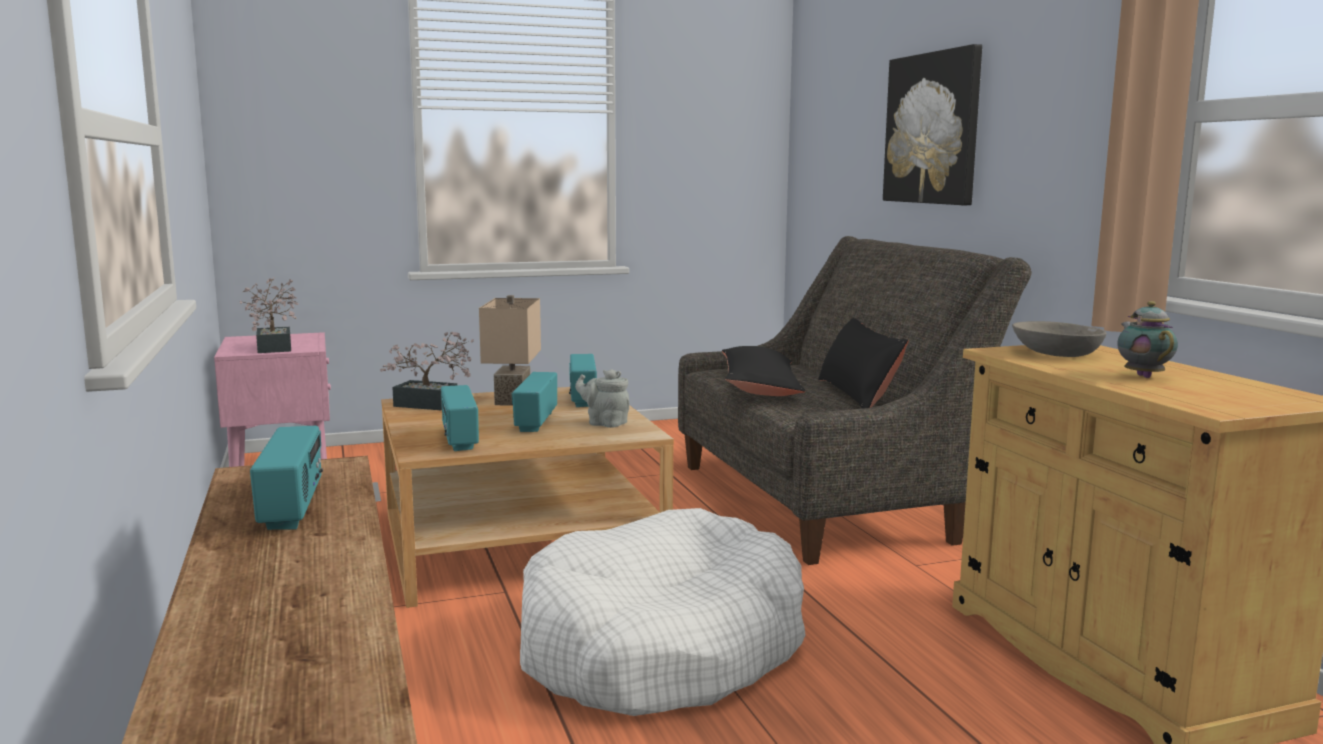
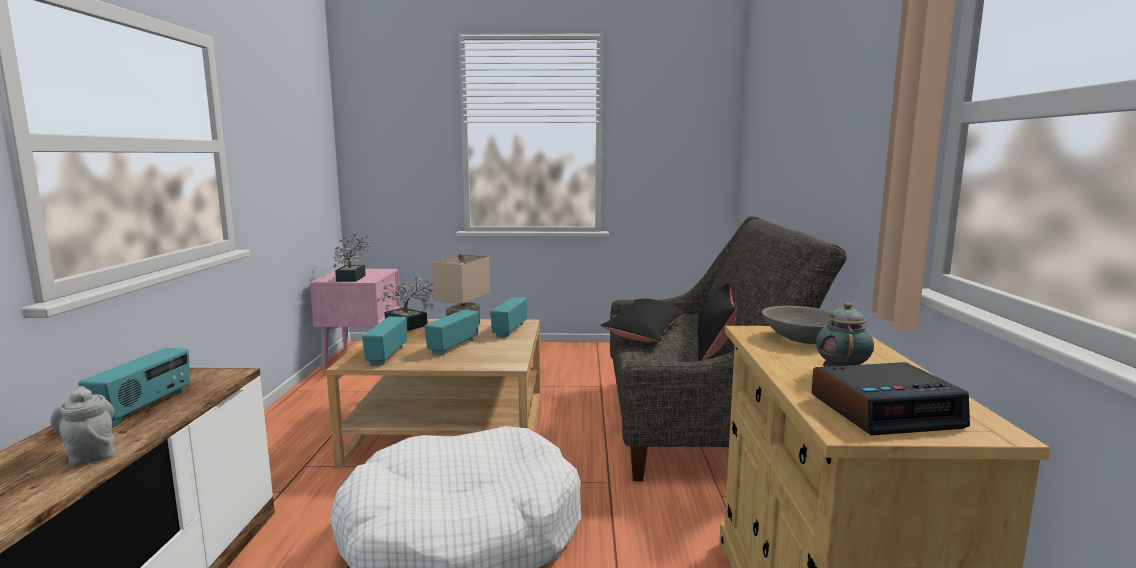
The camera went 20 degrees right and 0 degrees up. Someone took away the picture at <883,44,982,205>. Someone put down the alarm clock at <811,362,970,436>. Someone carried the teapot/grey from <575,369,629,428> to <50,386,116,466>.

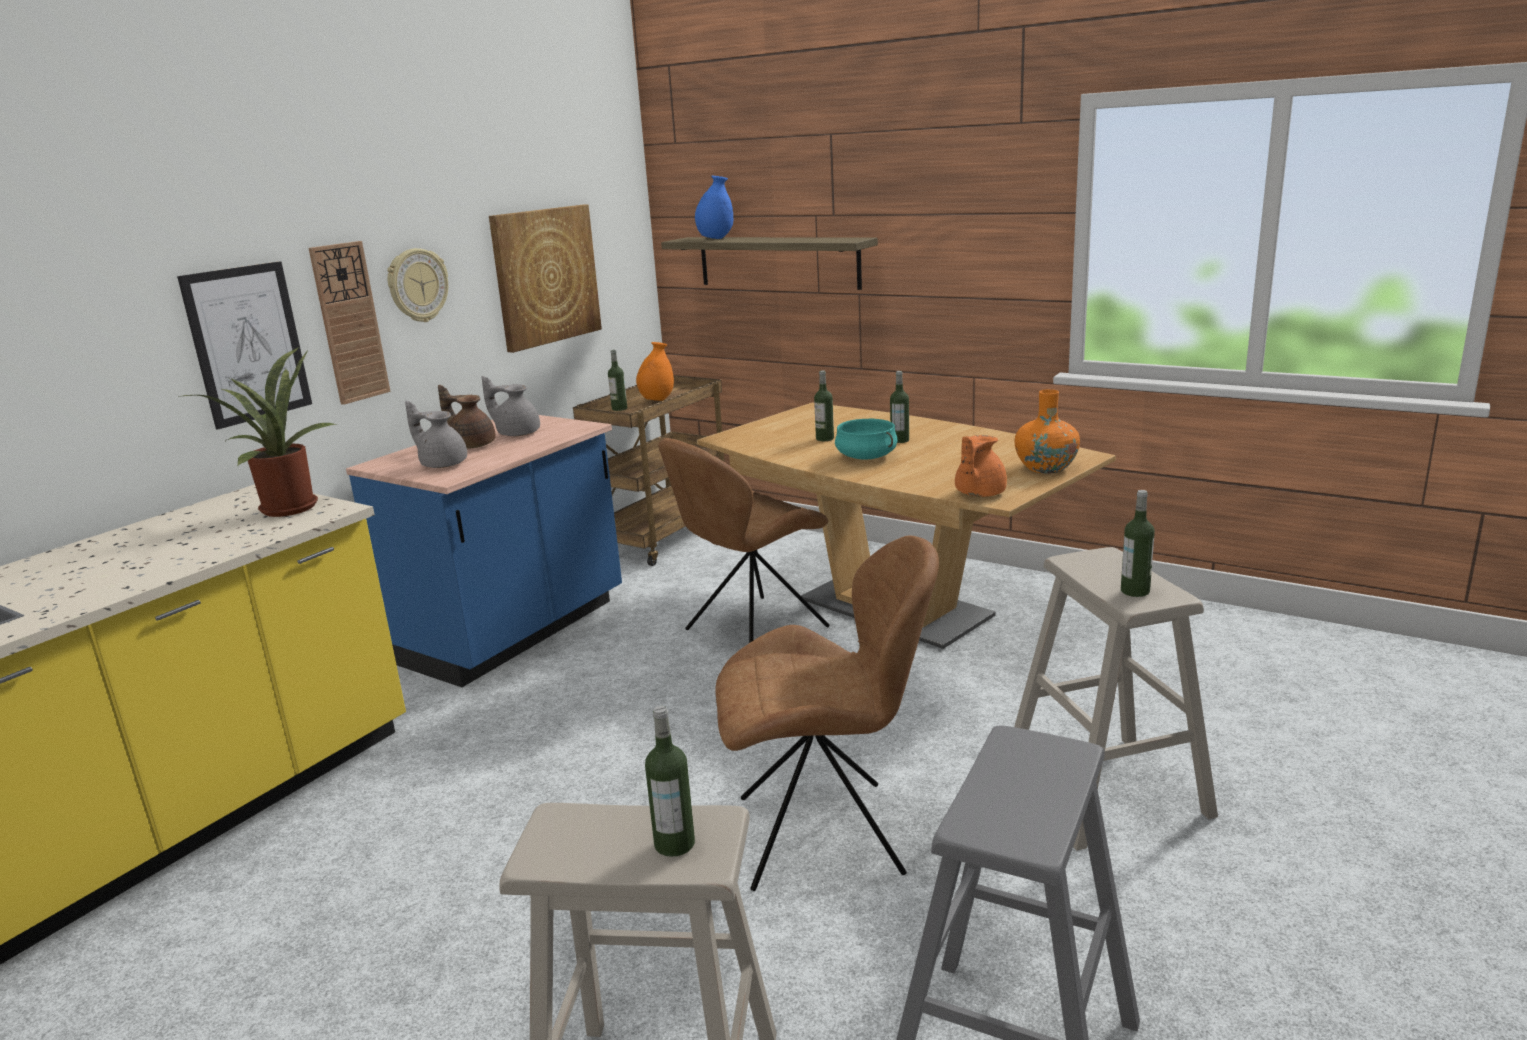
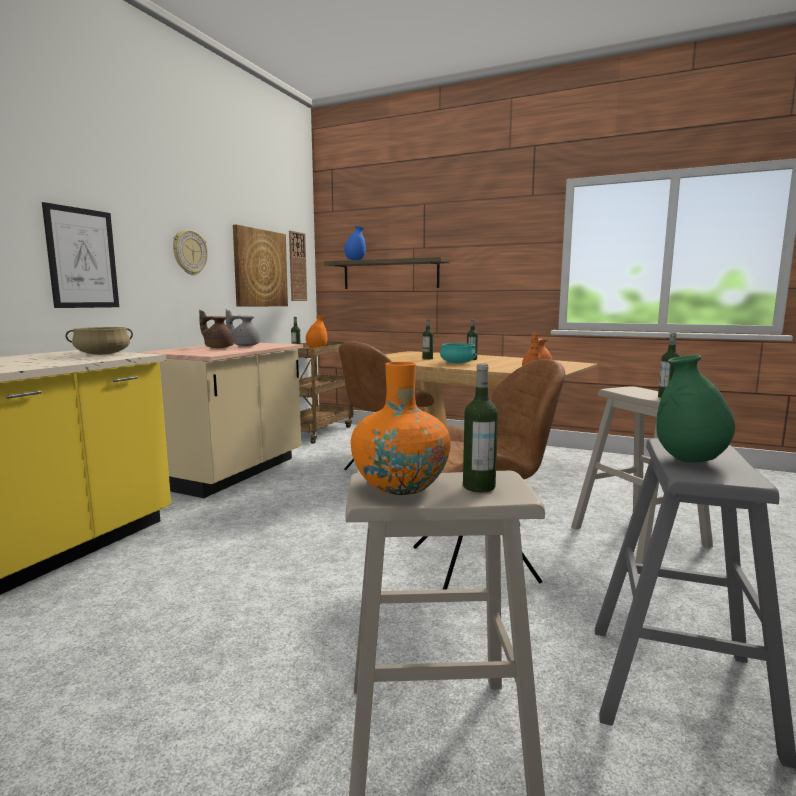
The camera went 10 degrees left and 10 degrees down. Someone took away the teapot/grey at <405,401,467,468>. Someone put down the vase/green at <656,355,735,463>. Someone carried the wall clock from <309,241,391,405> to <289,231,307,301>. Someone carried the vase/orange from <1015,389,1080,473> to <351,362,451,495>. Someone swapped the potted plant at <178,347,337,517> for the cooking pot/beige at <66,327,133,355>. Someone repainted the counter/blue at <346,415,622,687>, which became the counter/beige at <137,343,303,498>.

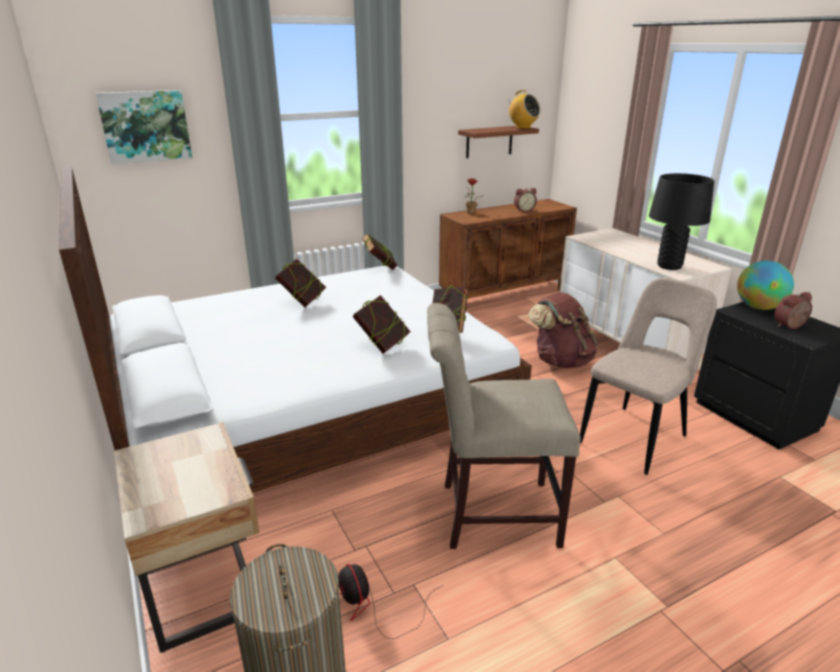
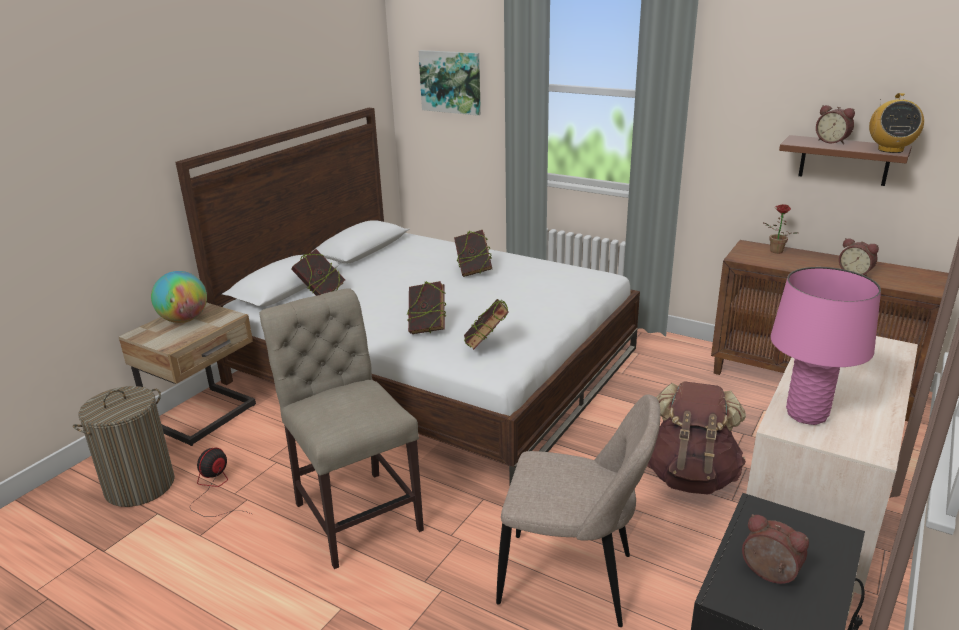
The camera went 60 degrees right and 0 degrees up. Someone put down the alarm clock at <816,105,855,144>. Someone carried the book from <362,233,398,270> to <291,249,345,296>. Someone carried the globe from <737,261,794,310> to <151,271,207,323>. Someone repainted the table lamp/black at <649,173,714,270>, which became the table lamp/pink at <770,267,881,425>.

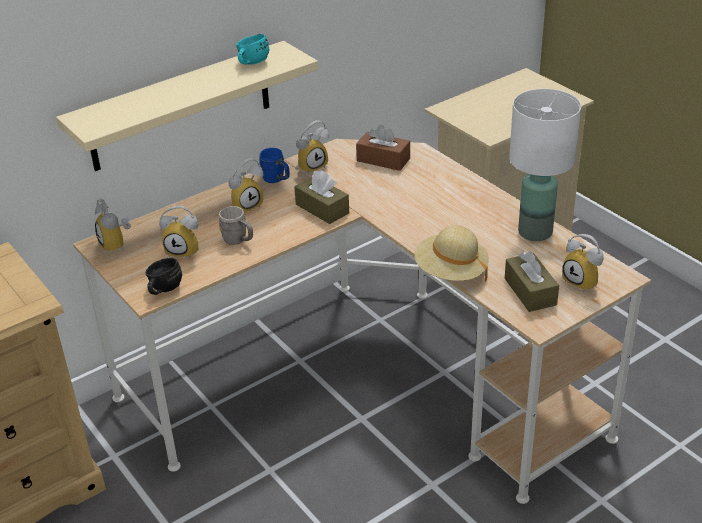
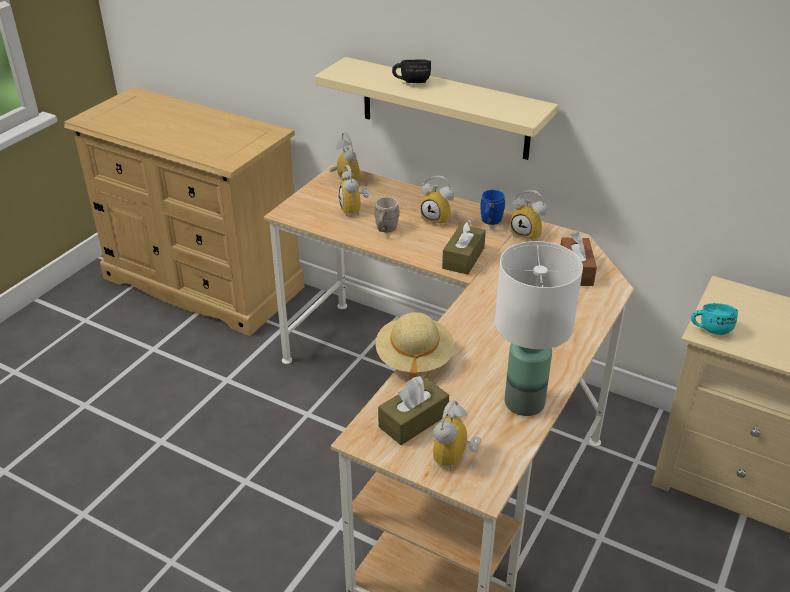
The camera went 65 degrees right and 0 degrees up. Someone carried the mug/black from <145,257,182,295> to <392,59,431,83>. Someone carried the mug/turquoise from <236,34,269,64> to <691,303,738,335>. Someone rotated the alarm clock at <95,198,131,254> by 120 degrees clockwise.

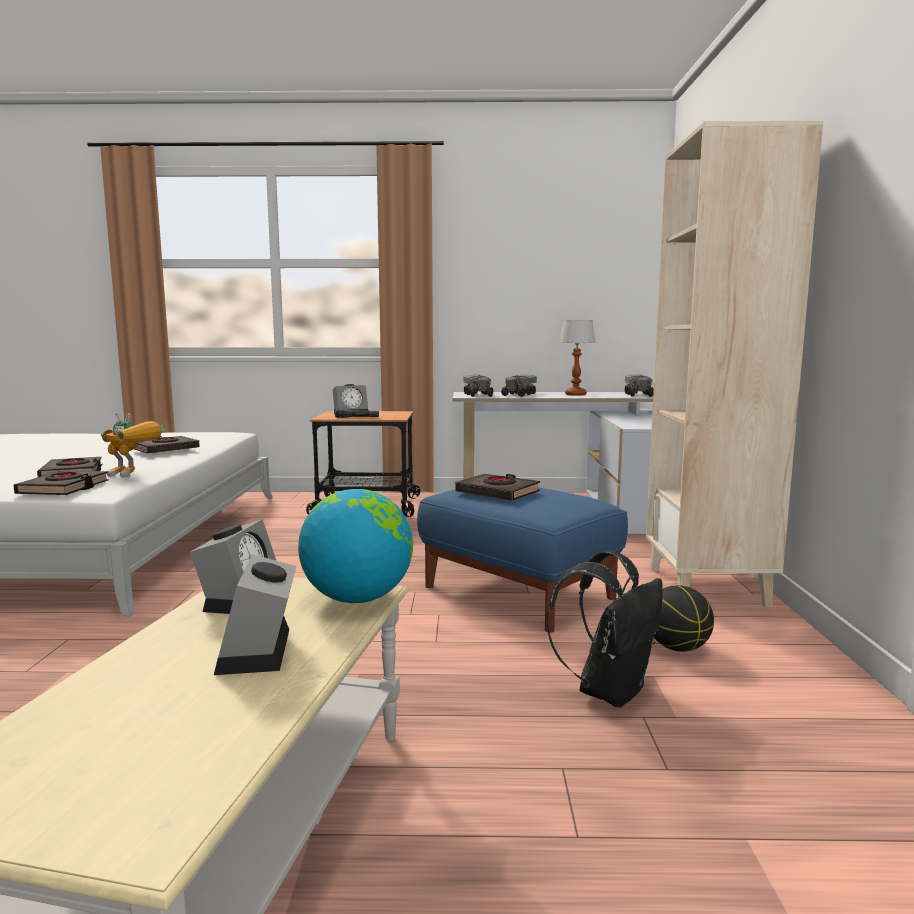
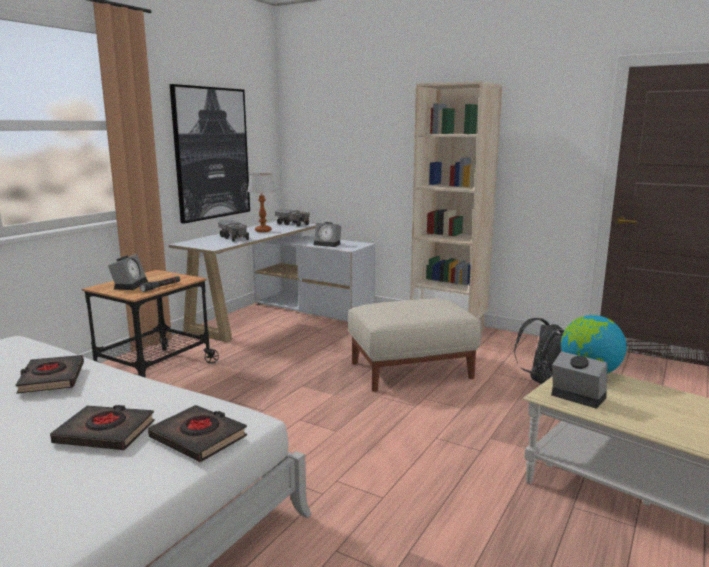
The camera went 60 degrees left and 5 degrees up. Someone took away the toy robot at <101,413,165,477>. Someone took away the book/black at <455,474,540,501>. Someone took away the toy truck at <464,375,493,397>. Someone took away the basketball at <654,585,714,652>. Someone put up the picture at <170,84,250,224>. Someone carried the alarm clock from <214,554,296,675> to <314,222,342,247>. Someone repainted the ottoman/blue at <417,487,628,632>, which became the ottoman/beige at <348,299,481,392>.

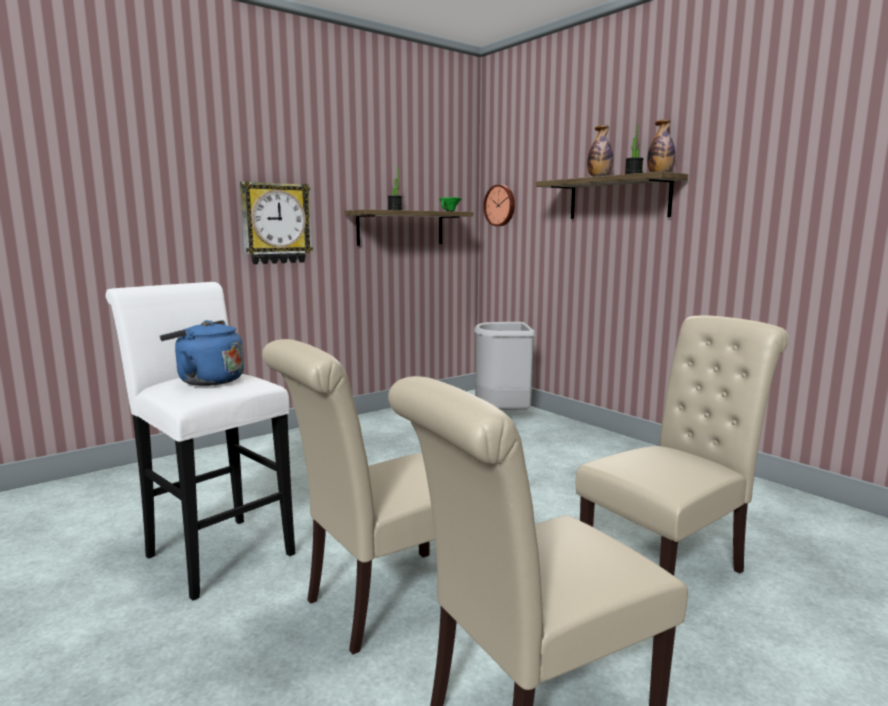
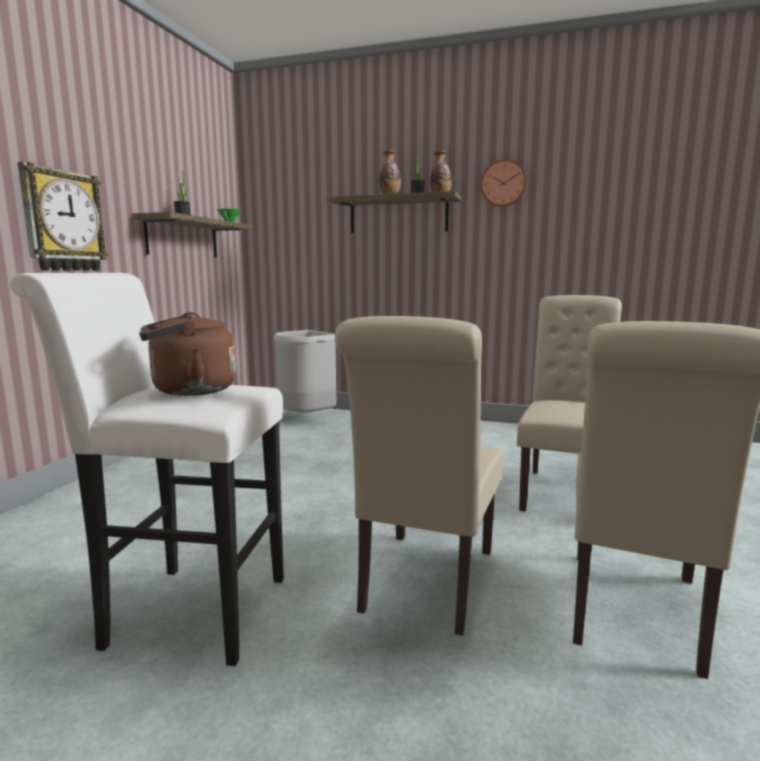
The camera went 35 degrees left and 0 degrees up. Someone carried the wall clock from <483,185,515,226> to <480,159,527,207>. Someone repainted the kettle/blue at <160,320,244,386>, which became the kettle/brown at <139,312,236,396>.

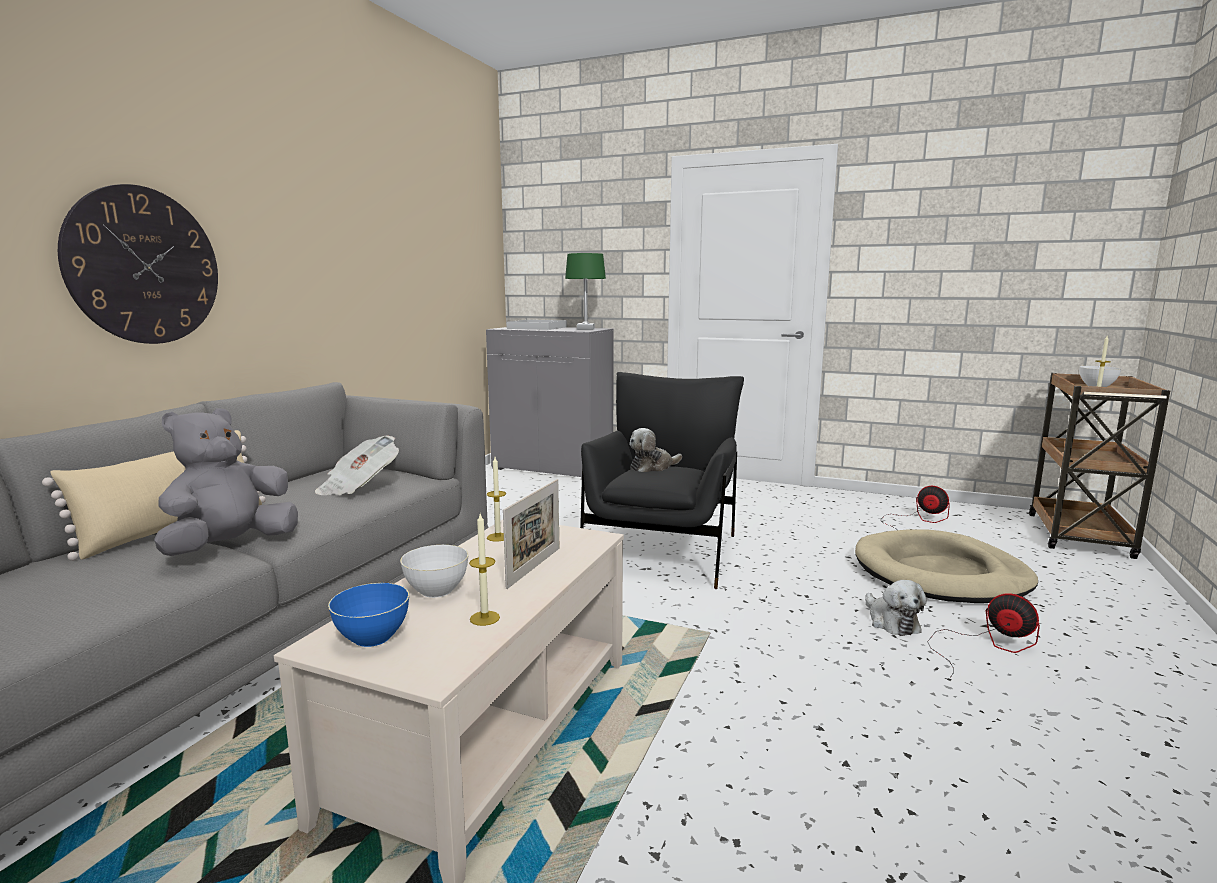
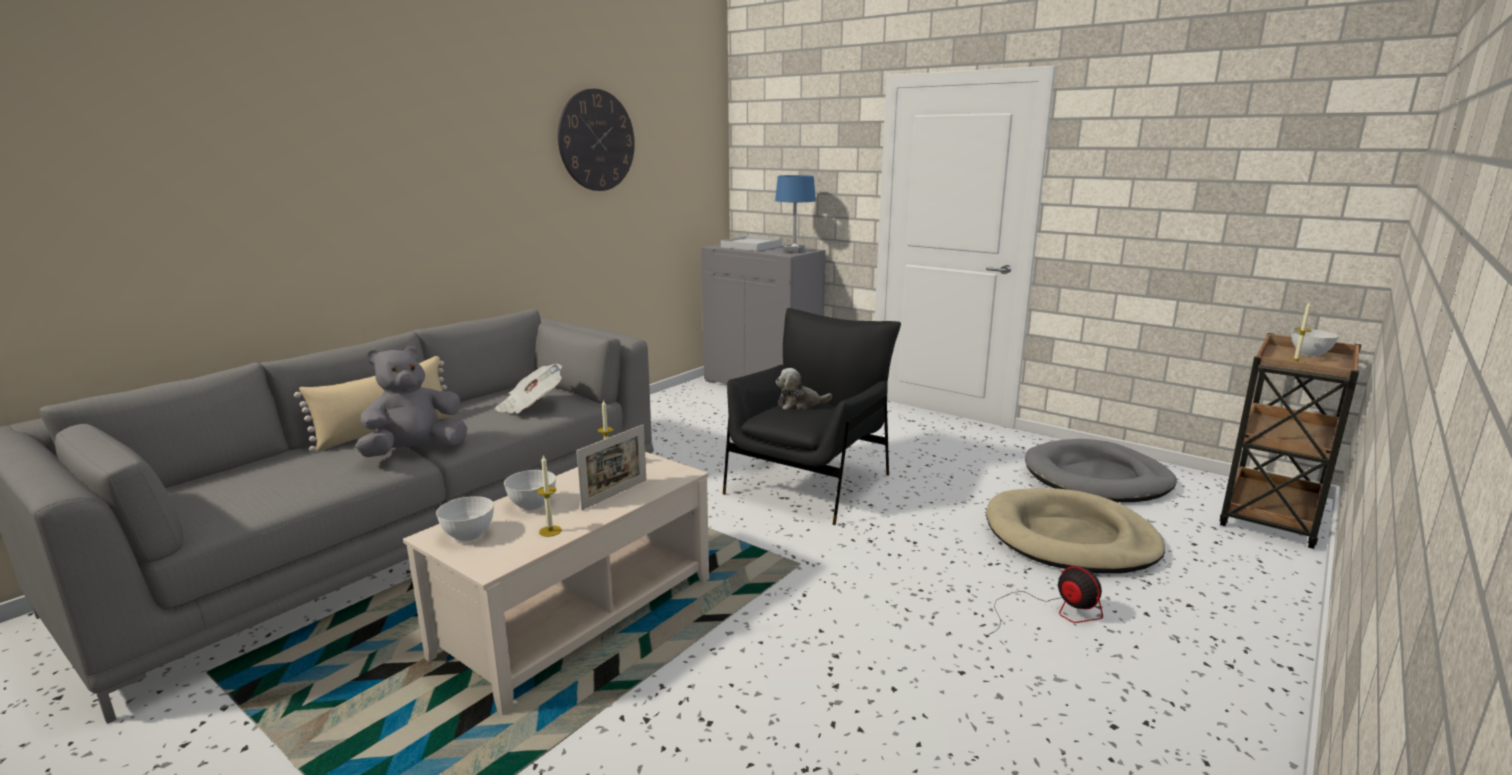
The camera went 15 degrees right and 5 degrees up. Someone took away the plush toy at <865,580,927,636>. Someone carried the wall clock from <58,184,218,344> to <558,89,635,191>. Someone swapped the fan at <884,486,950,528> for the dog bed/grey at <1025,439,1177,502>. Someone repainted the bowl/blue at <328,583,409,647>, which became the bowl/white at <436,496,494,541>. Someone repainted the table lamp/green at <565,253,606,330>, which became the table lamp/blue at <775,175,816,253>.

